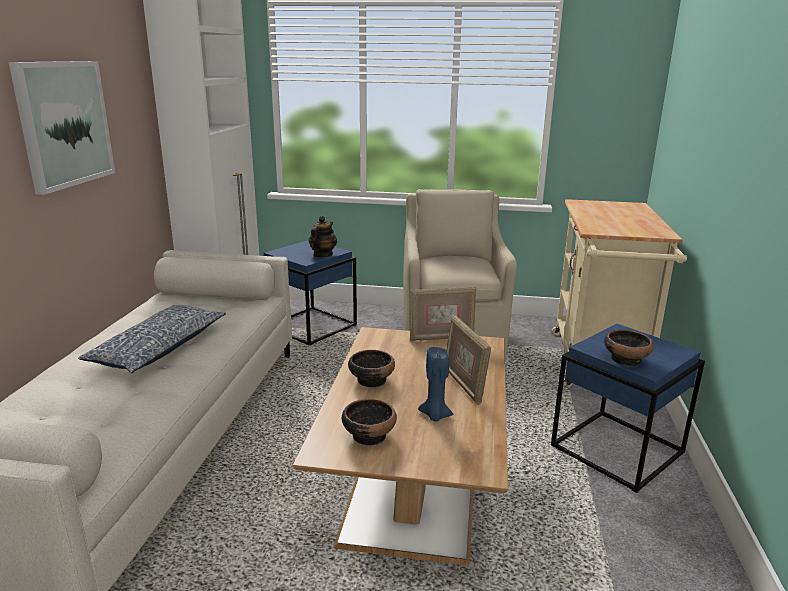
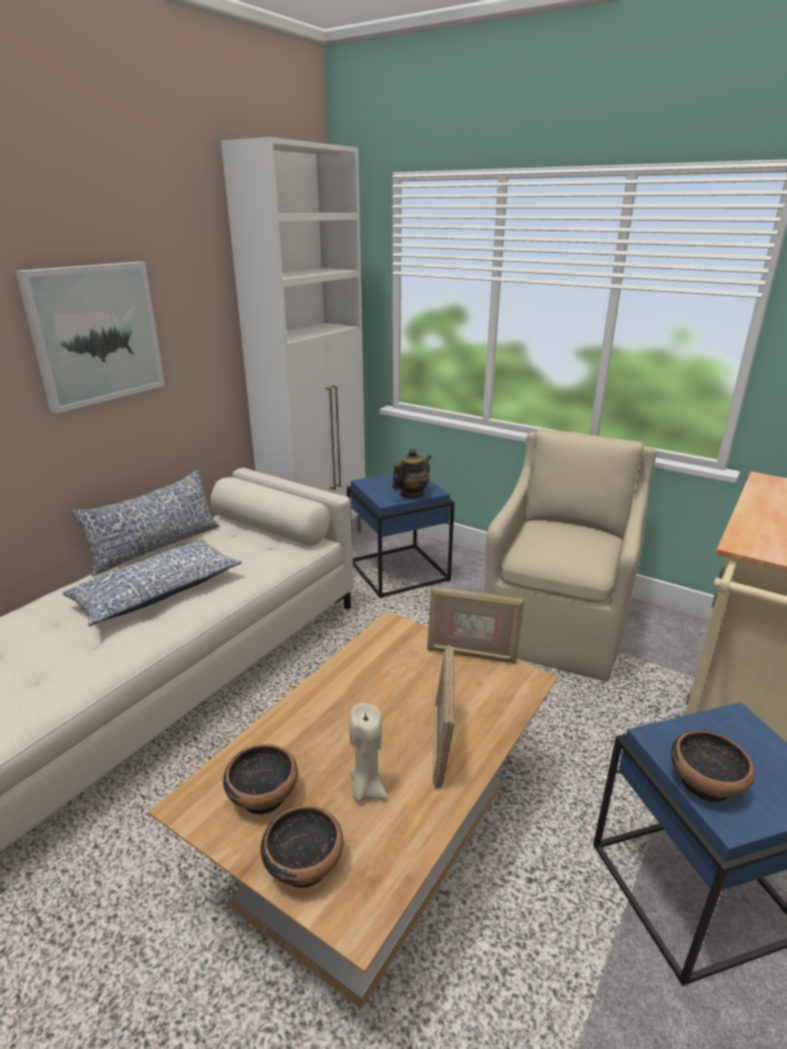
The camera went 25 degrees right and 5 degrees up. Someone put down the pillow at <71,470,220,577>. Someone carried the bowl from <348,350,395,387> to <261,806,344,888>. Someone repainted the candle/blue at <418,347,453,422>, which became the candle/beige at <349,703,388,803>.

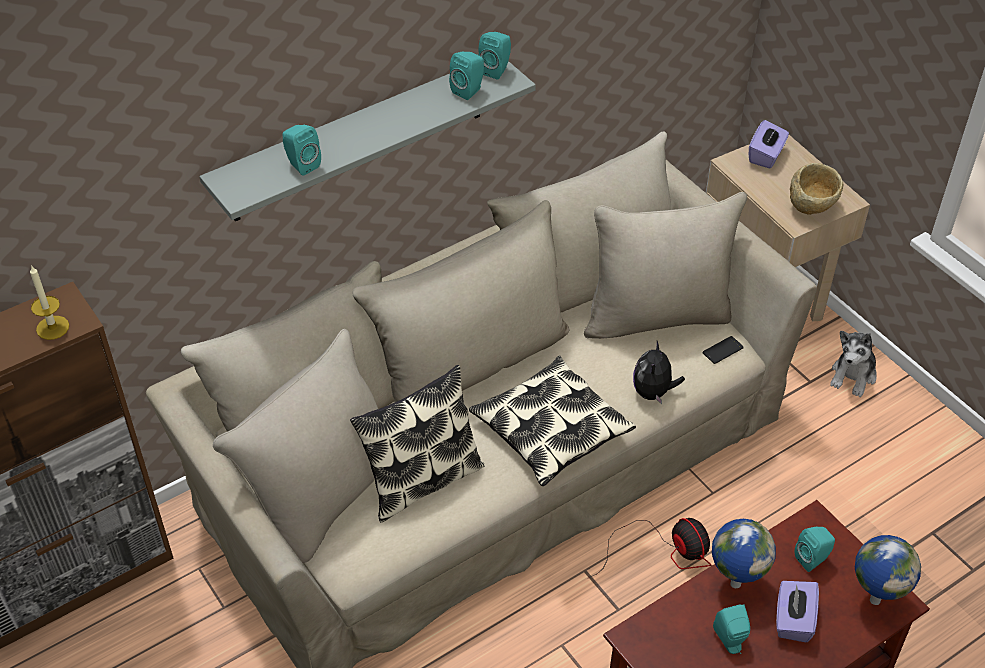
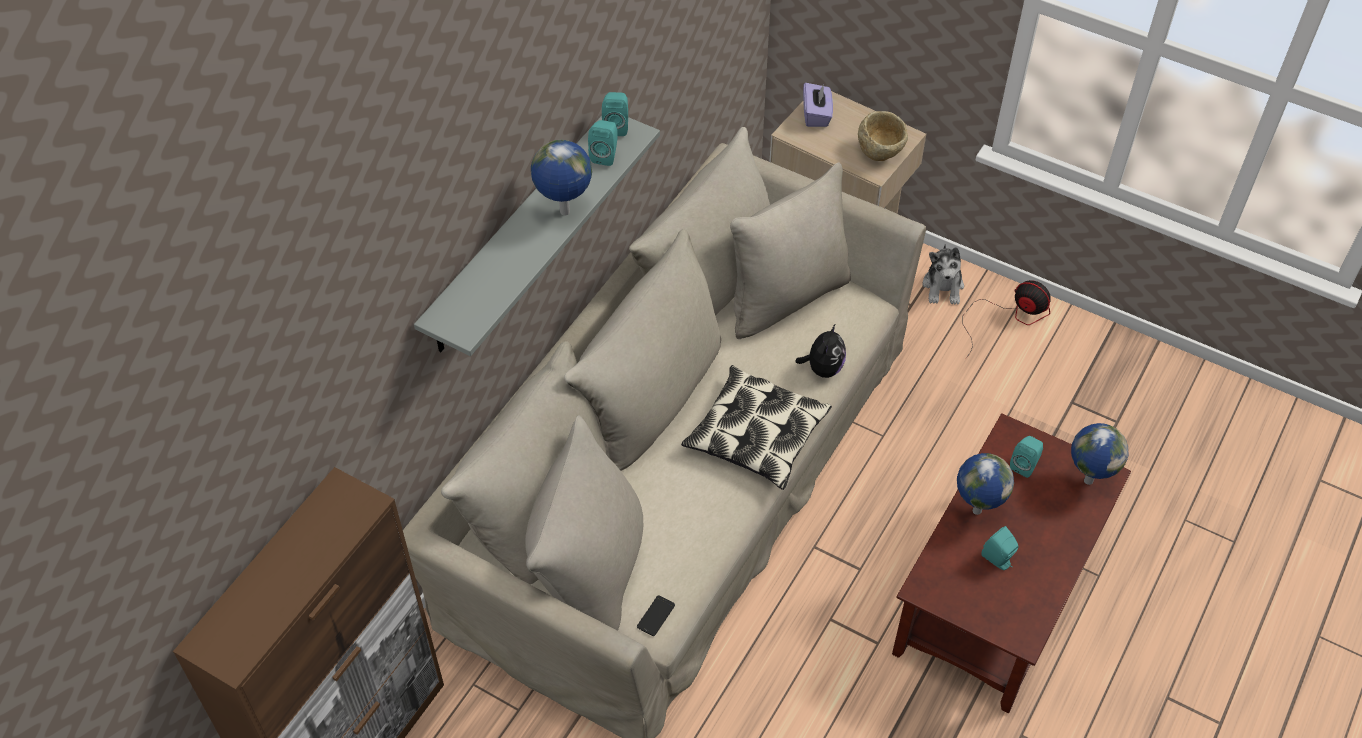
The camera went 25 degrees left and 5 degrees up. Someone took away the candle at <30,265,69,340>. Someone took away the speaker/turquoise at <283,125,321,176>. Someone took away the pillow at <350,365,485,522>. Someone took away the tissue box/purple at <776,581,819,642>. Someone put down the globe at <531,140,592,215>. Someone carried the fan from <587,518,711,579> to <963,280,1051,358>. Someone carried the phone from <703,336,744,364> to <637,595,675,636>. Someone rotated the plush toy at <633,341,685,404> by 150 degrees counterclockwise.

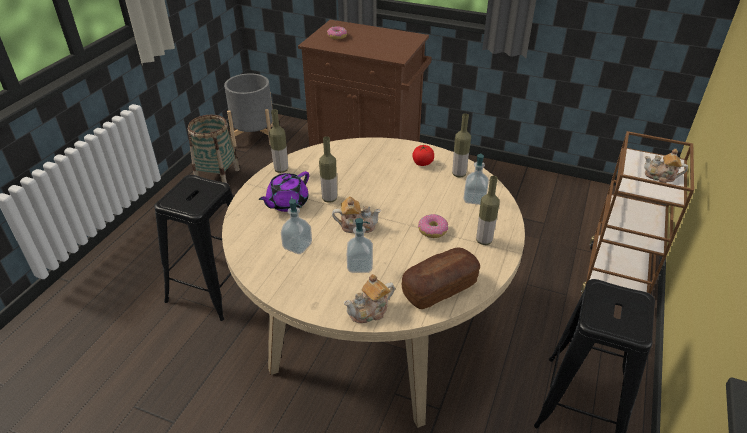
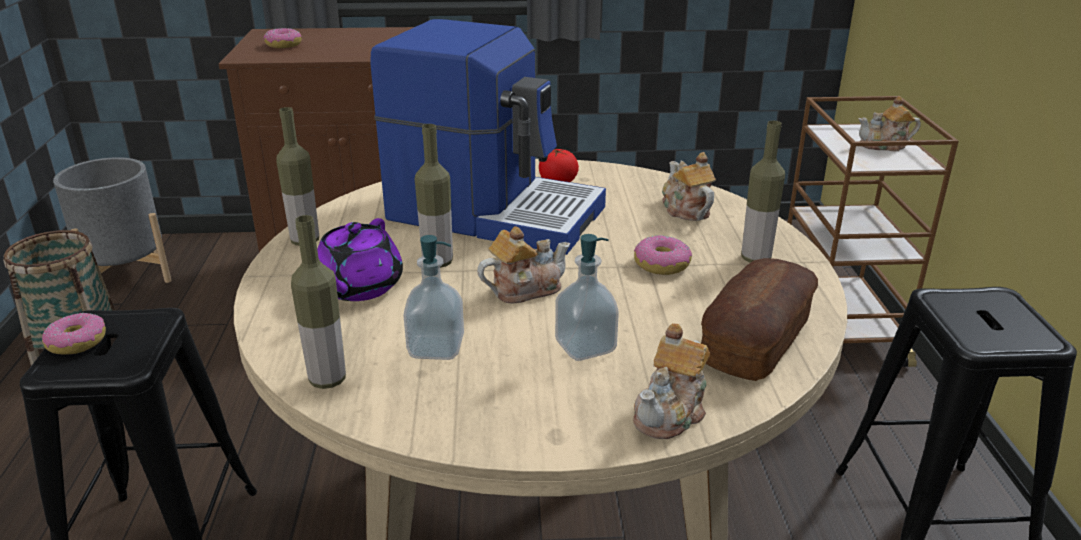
The camera went 25 degrees left and 10 degrees down. Someone put down the donut at <42,313,106,355>. Someone put down the coffee machine at <370,19,606,255>. Someone carried the bottle from <452,113,471,178> to <291,215,346,389>. Someone swapped the soap dispenser at <464,153,489,205> for the teapot at <662,152,716,221>.

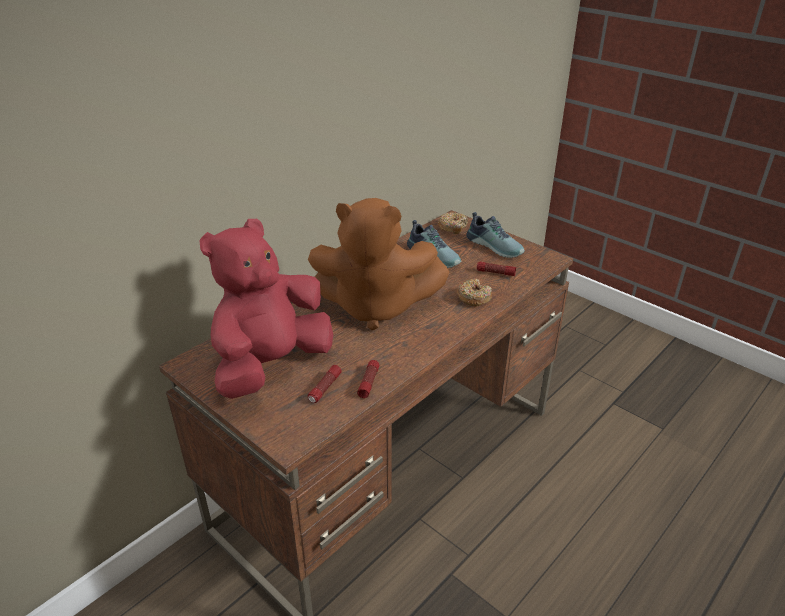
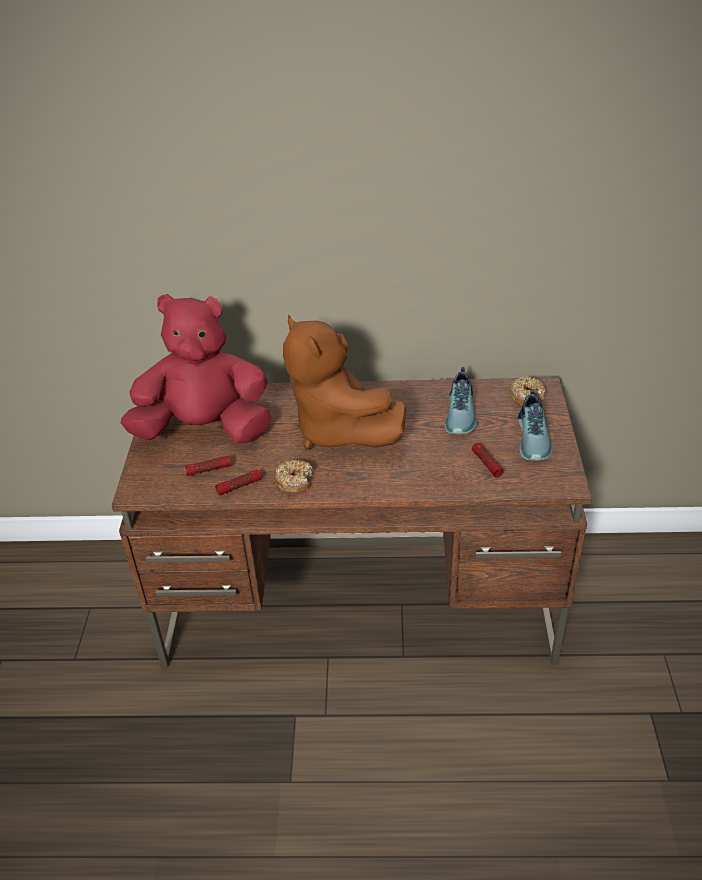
The camera went 50 degrees right and 5 degrees up. Someone carried the donut from <457,279,492,306> to <274,460,313,493>.

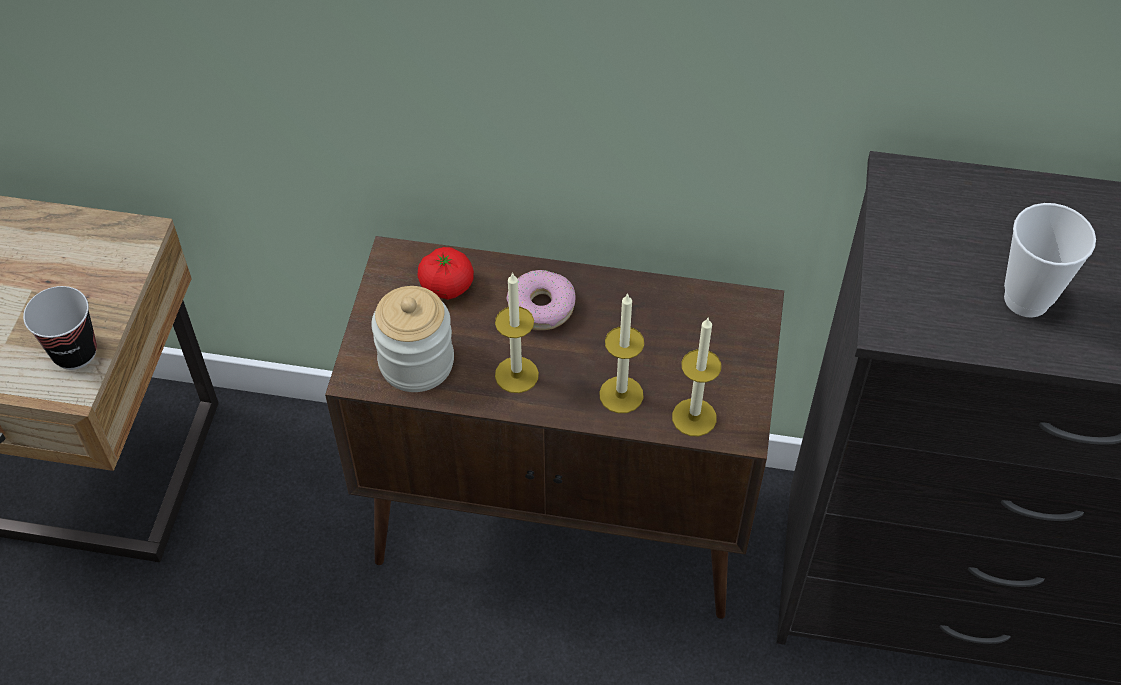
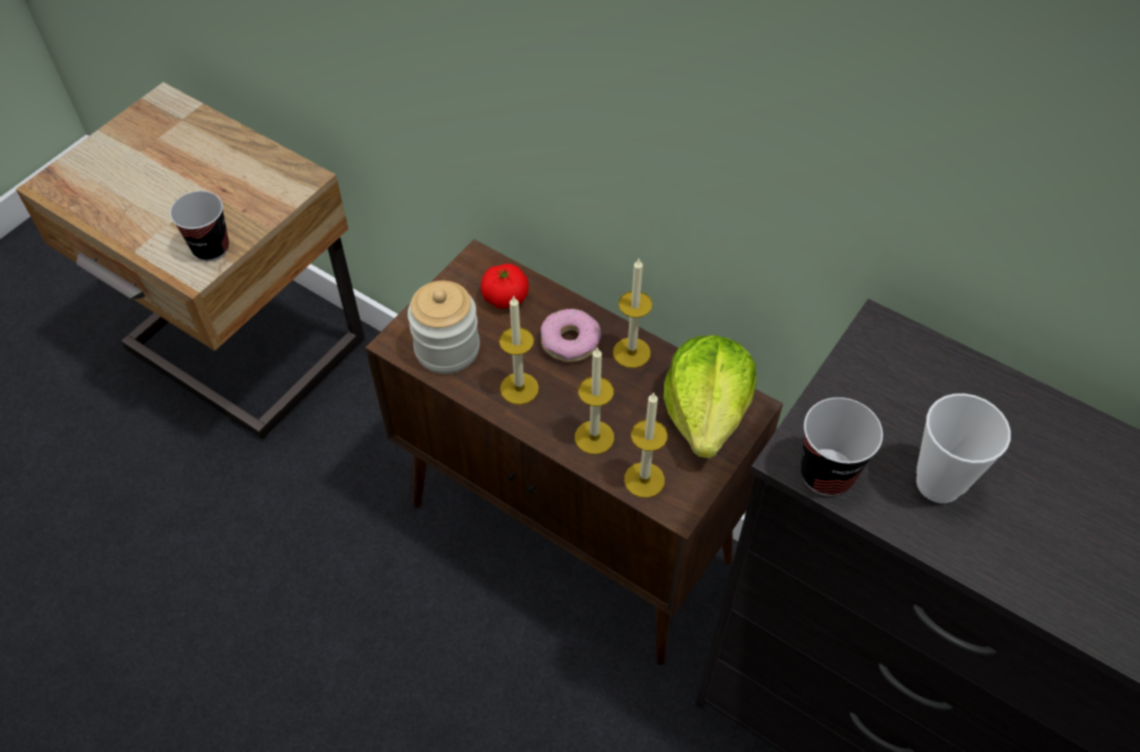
The camera went 25 degrees right and 0 degrees up. Someone put down the candle at <613,259,652,368>. Someone put down the lettuce at <664,335,756,458>. Someone put down the cup at <801,397,883,496>.

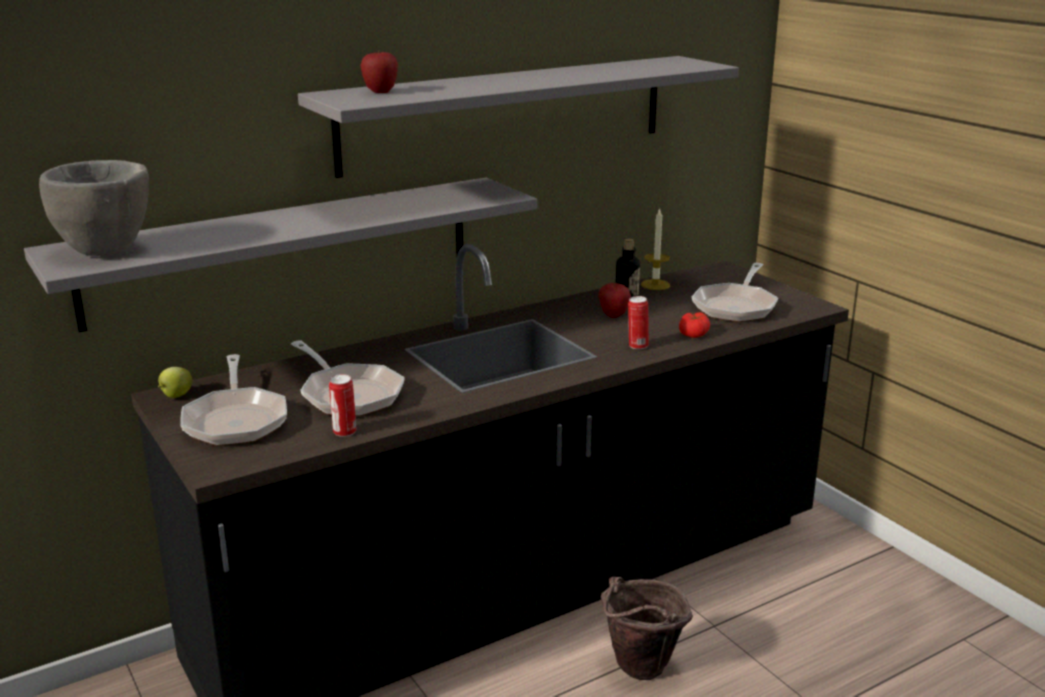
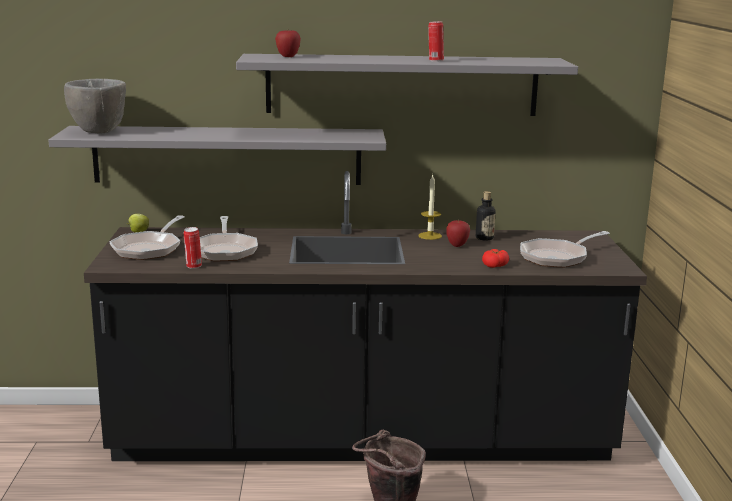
The camera went 30 degrees right and 5 degrees down. Someone carried the can from <628,296,649,349> to <428,21,444,61>. Someone carried the candle from <641,208,670,290> to <418,175,442,240>.

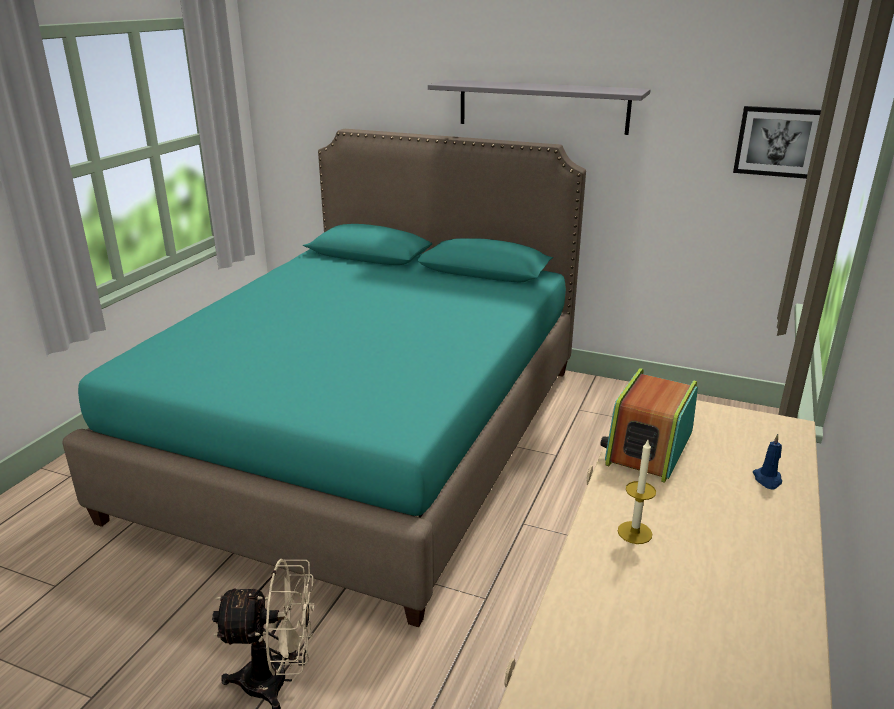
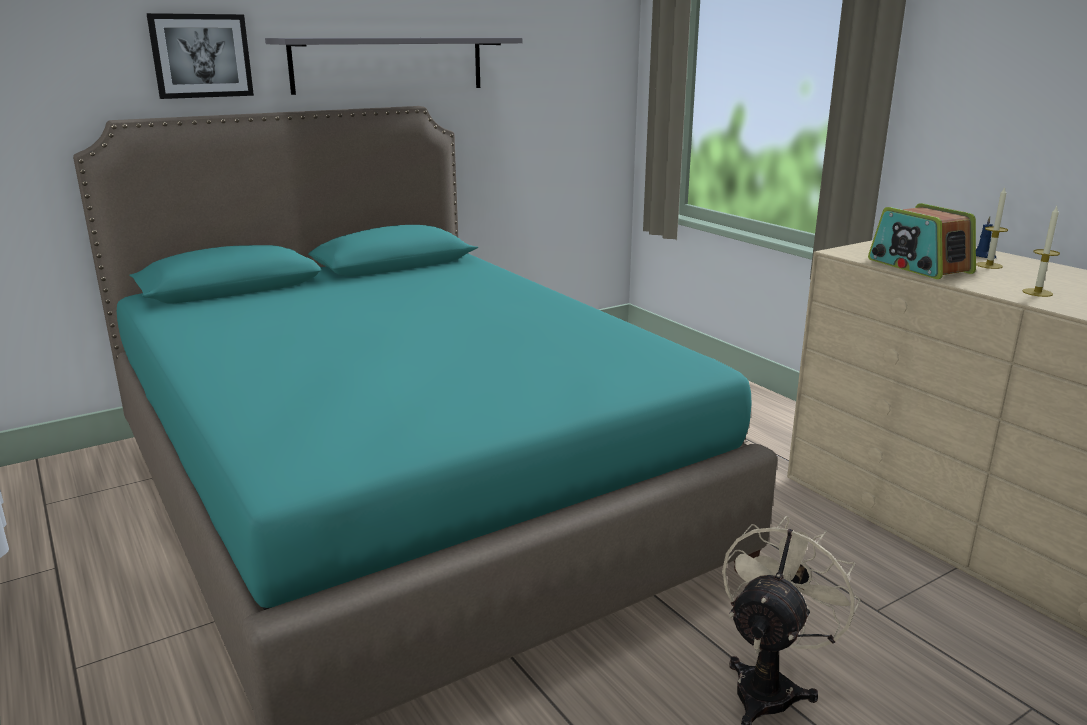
The camera went 55 degrees left and 5 degrees down. Someone put down the candle at <976,187,1008,269>. Someone carried the picture from <733,106,821,179> to <146,13,254,99>.

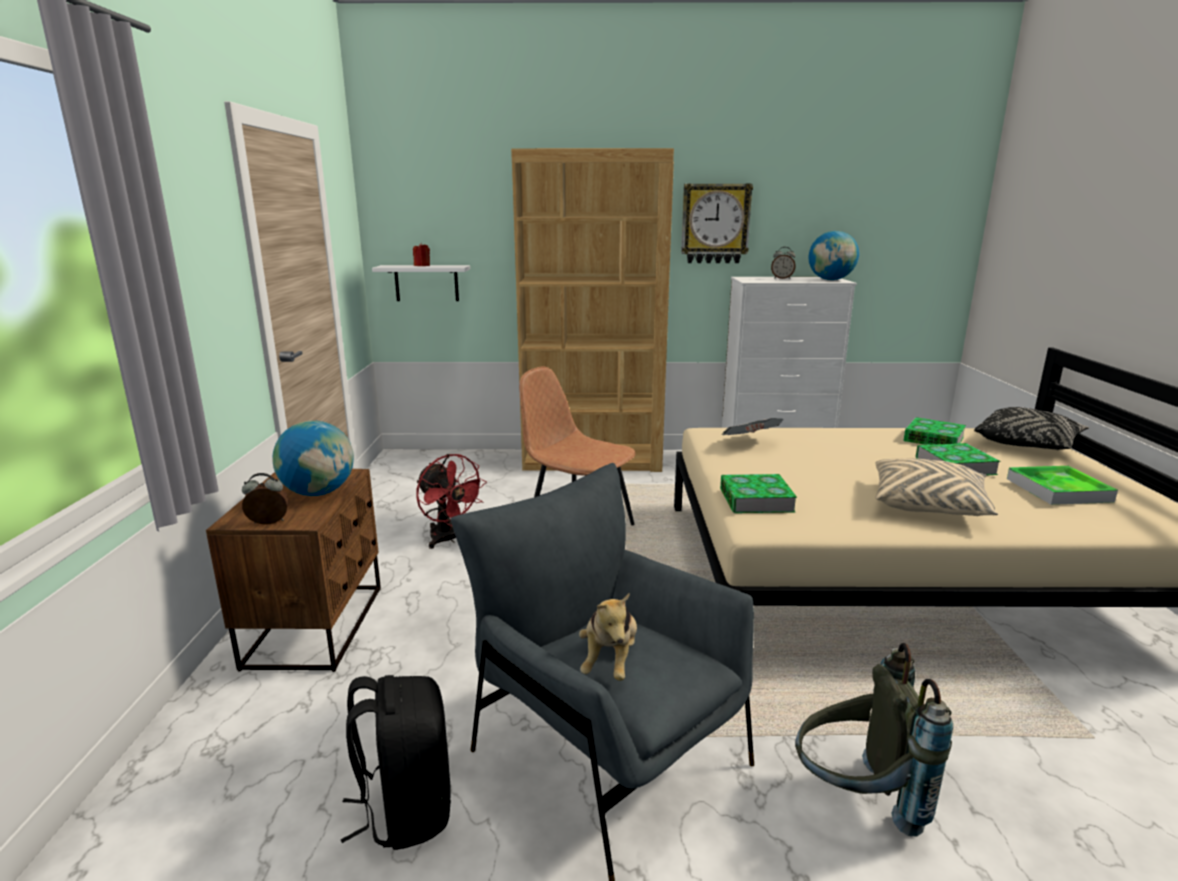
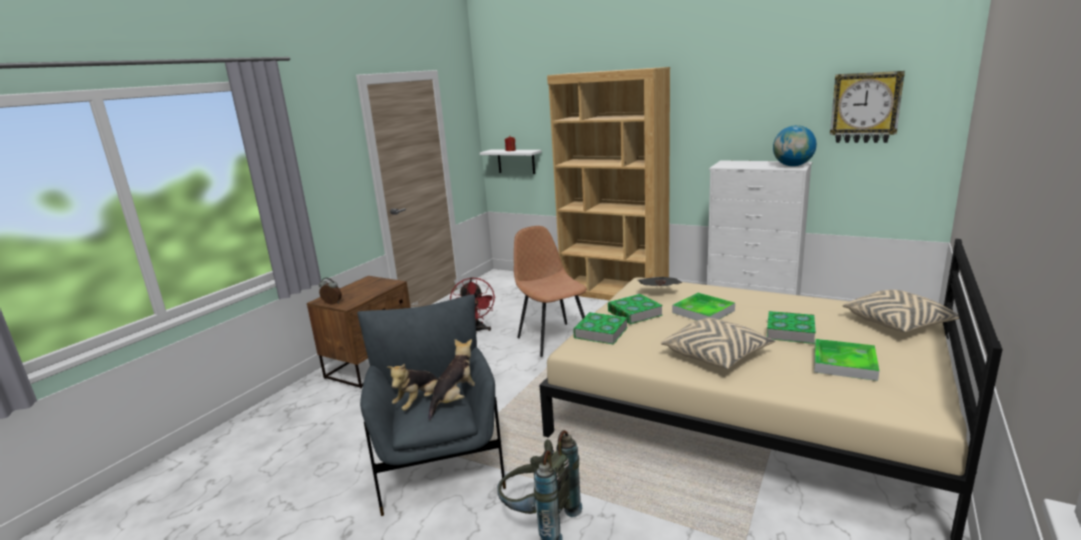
The camera went 30 degrees right and 0 degrees up. Someone took away the globe at <272,421,354,496>. Someone took away the backpack/black at <341,675,451,850>. Someone took away the alarm clock at <771,247,796,279>. Someone put down the plush toy at <428,339,475,420>. Someone put down the tray at <672,293,735,321>. Someone carried the wall clock from <681,184,753,263> to <830,71,905,143>. Someone carried the book from <903,417,966,445> to <608,294,663,324>. Someone repainted the pillow/black at <974,407,1089,450>, which became the pillow/beige at <842,290,959,332>.

